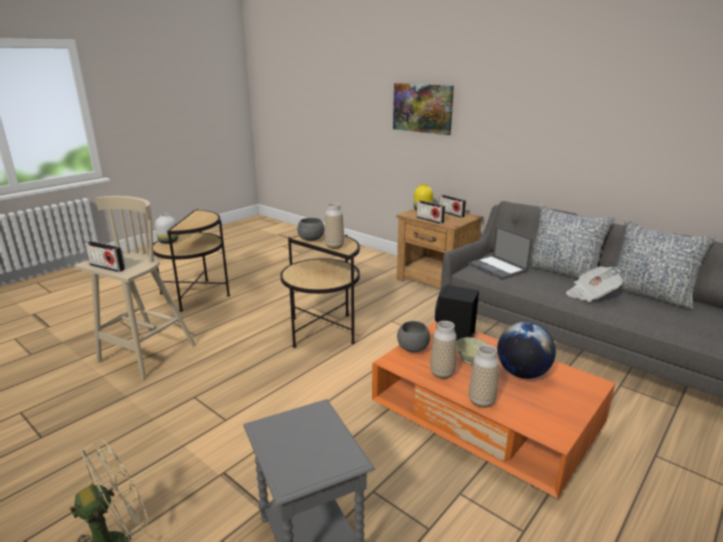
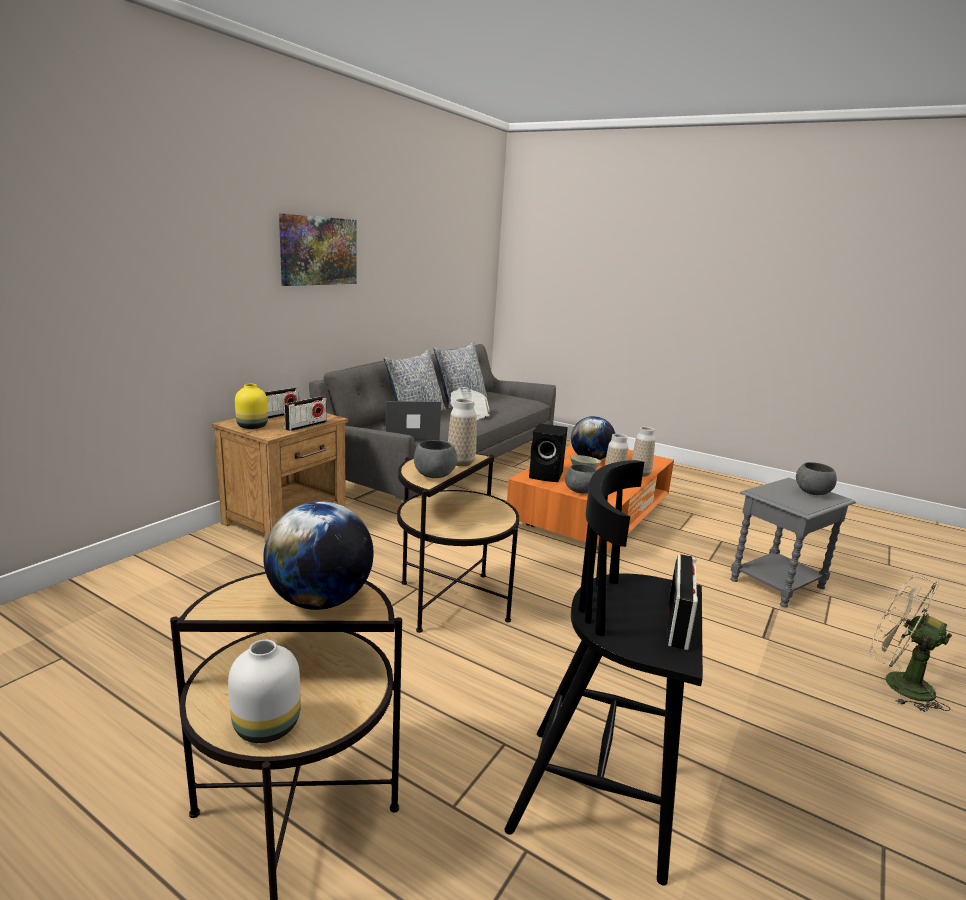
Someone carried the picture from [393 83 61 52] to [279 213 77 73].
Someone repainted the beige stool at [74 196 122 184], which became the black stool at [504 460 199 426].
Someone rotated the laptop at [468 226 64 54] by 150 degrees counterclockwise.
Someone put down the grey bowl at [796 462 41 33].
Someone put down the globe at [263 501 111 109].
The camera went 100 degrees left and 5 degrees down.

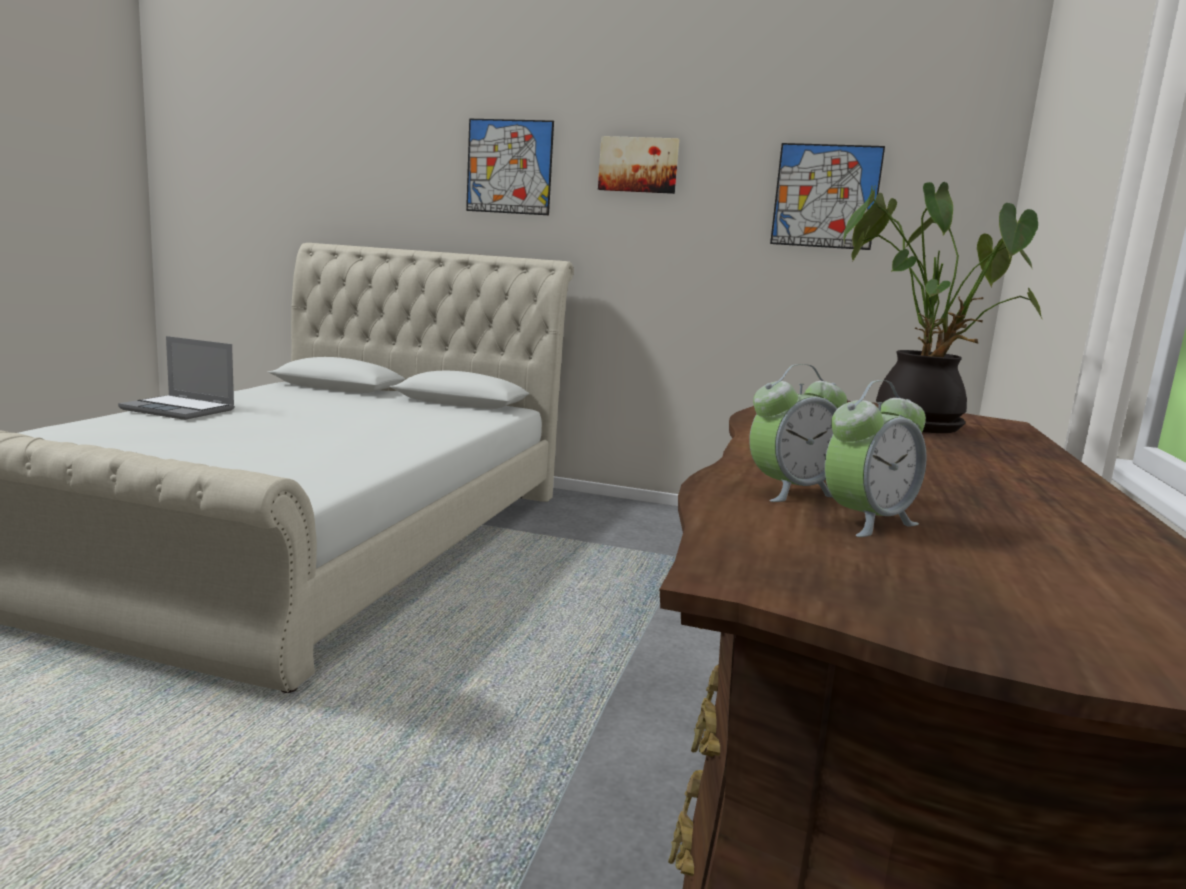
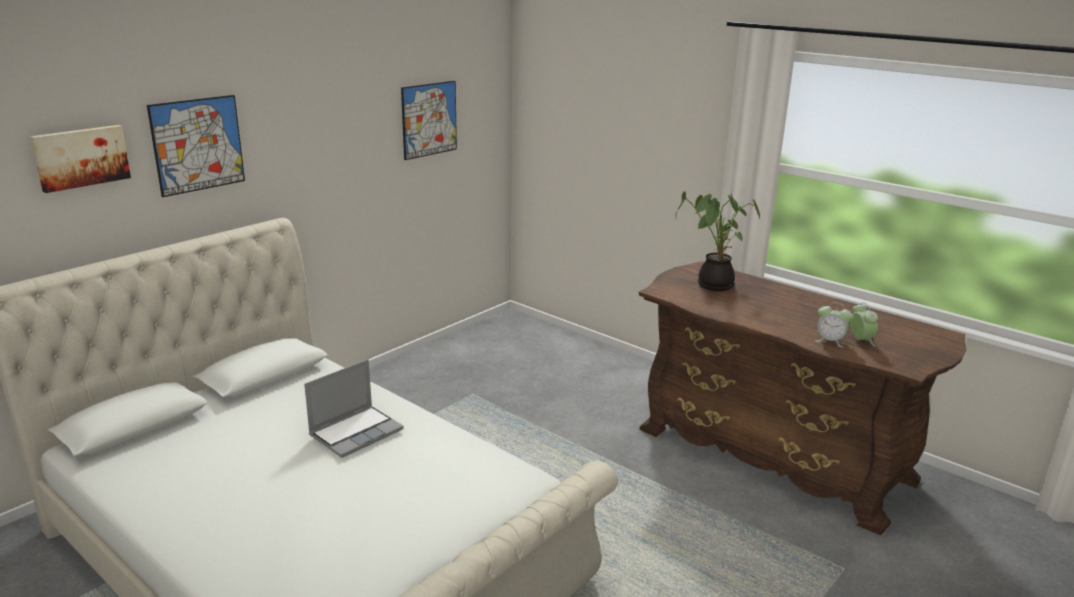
Someone carried the picture from [598 136 81 58] to [30 125 101 68].
Someone carried the laptop from [118 336 117 84] to [304 359 100 99].
Someone rotated the alarm clock at [749 364 98 138] by 120 degrees clockwise.
The camera went 65 degrees left and 10 degrees up.

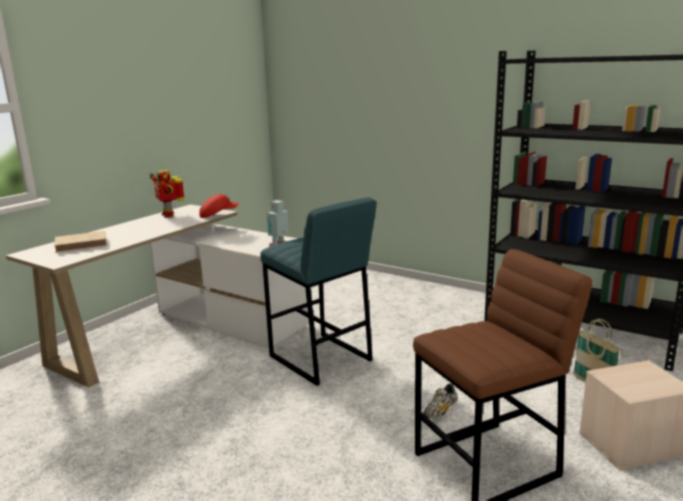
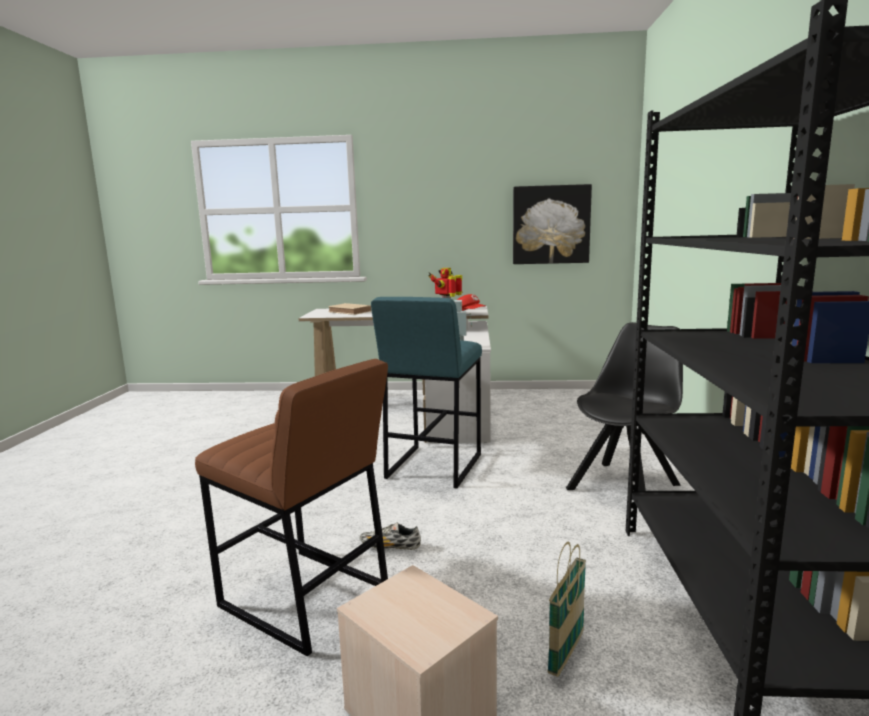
Someone put up the picture at [513 184 79 80].
Someone put down the black chair at [566 322 117 190].
The camera went 60 degrees right and 5 degrees down.

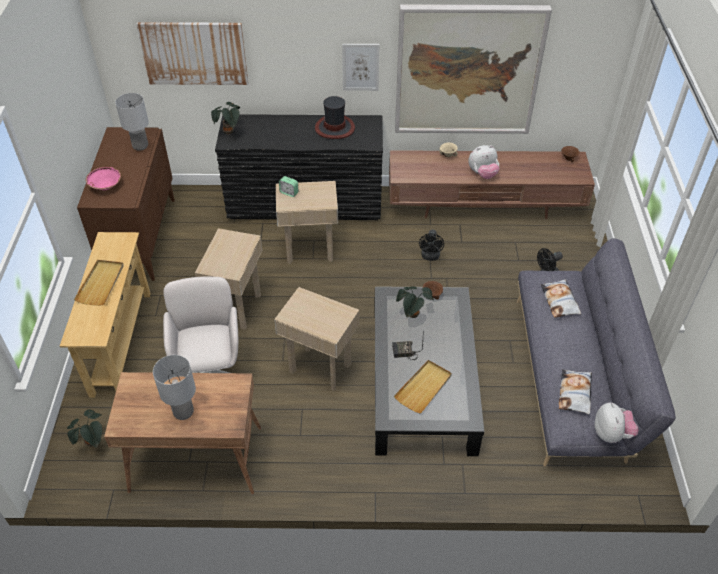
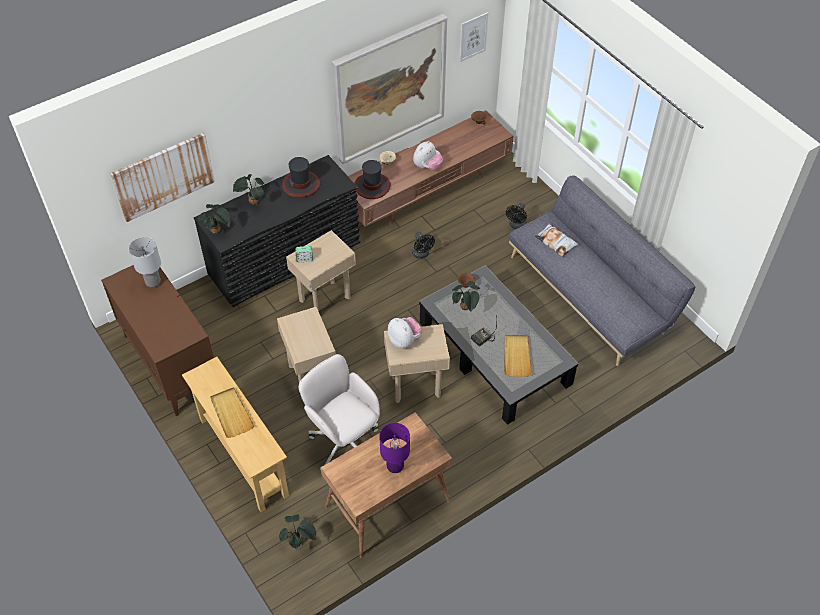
Someone carried the picture from [342 44 37 47] to [460 12 28 50].
Someone took away the pink bowl at [86 167 35 23].
Someone repainted the grey table lamp at [153 355 43 65], which became the purple table lamp at [379 423 31 50].
Someone took away the pillow at [559 369 33 45].
Someone carried the plush toy from [595 403 43 40] to [388 317 34 31].
Someone put down the hat at [354 160 37 39].
Someone put down the potted plant at [233 174 32 31].
The camera went 35 degrees left and 5 degrees up.

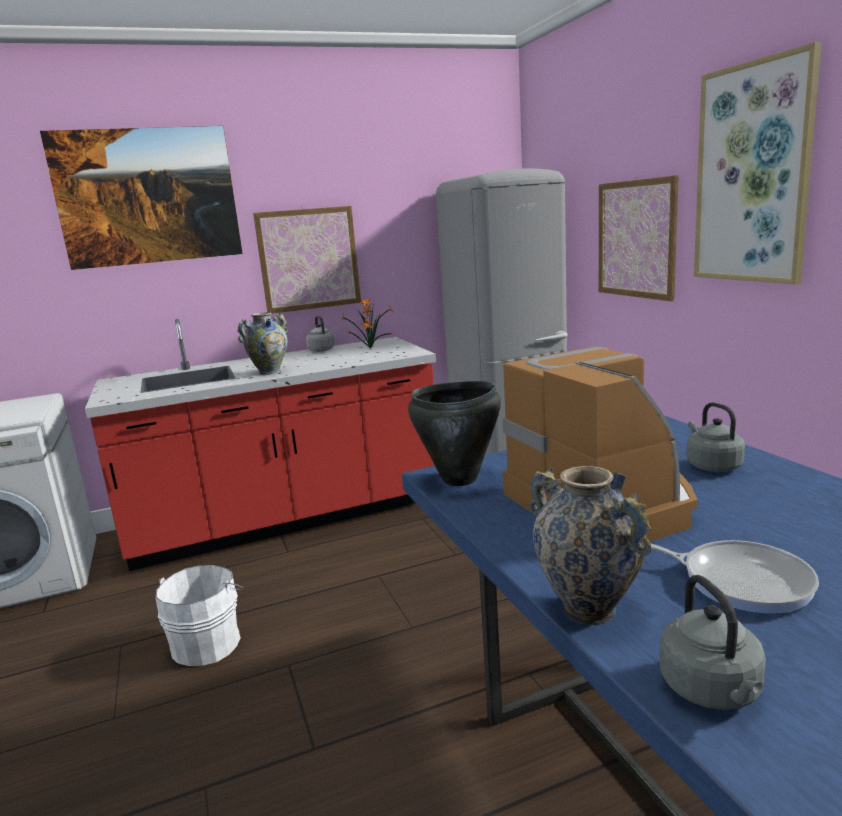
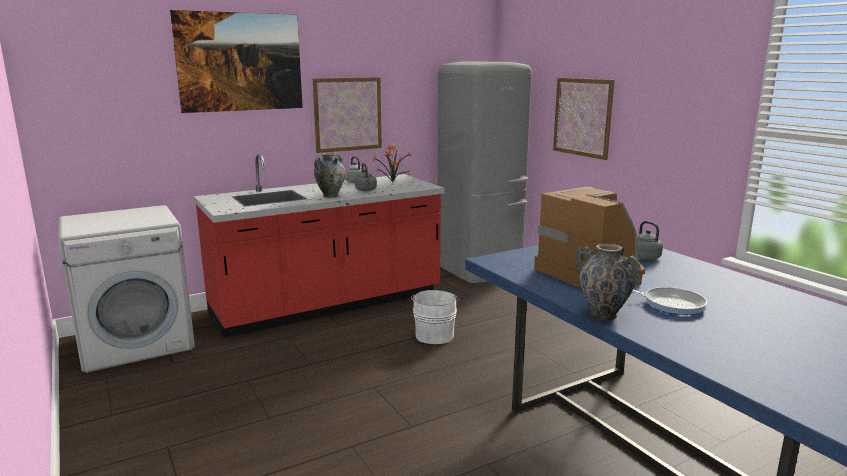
Someone took away the picture at [694 42 127 242].
Someone took away the black cooking pot at [408 381 93 105].
Someone carried the white bucket from [155 565 89 101] to [411 290 48 54].
Someone carried the grey kettle from [660 575 106 135] to [355 163 22 28].
The camera went 10 degrees left and 0 degrees up.

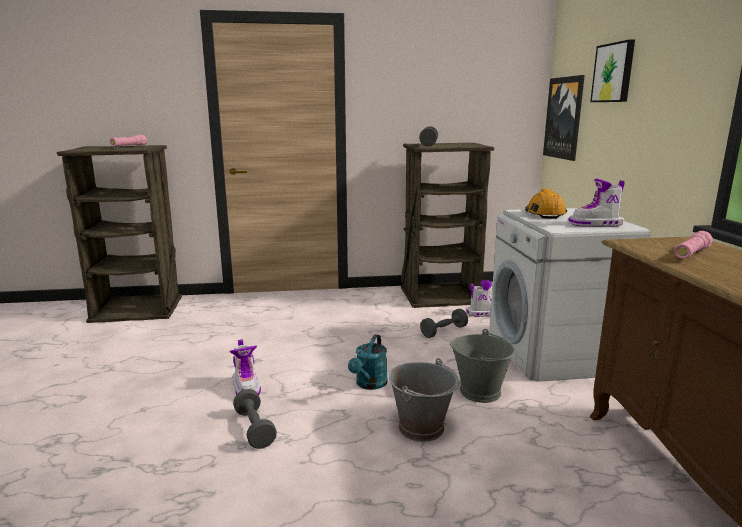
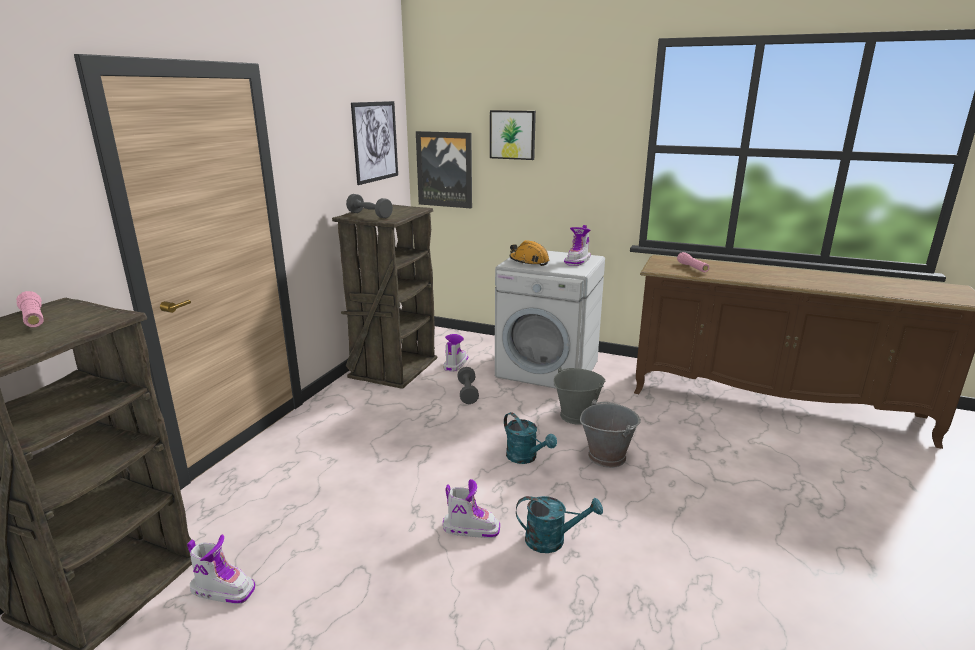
Someone swapped the grey dumbbell at [233 389 44 60] for the turquoise watering can at [516 496 87 57].
Someone put up the picture at [351 101 47 84].
Someone put down the boot at [187 534 68 70].
The camera went 60 degrees left and 5 degrees up.

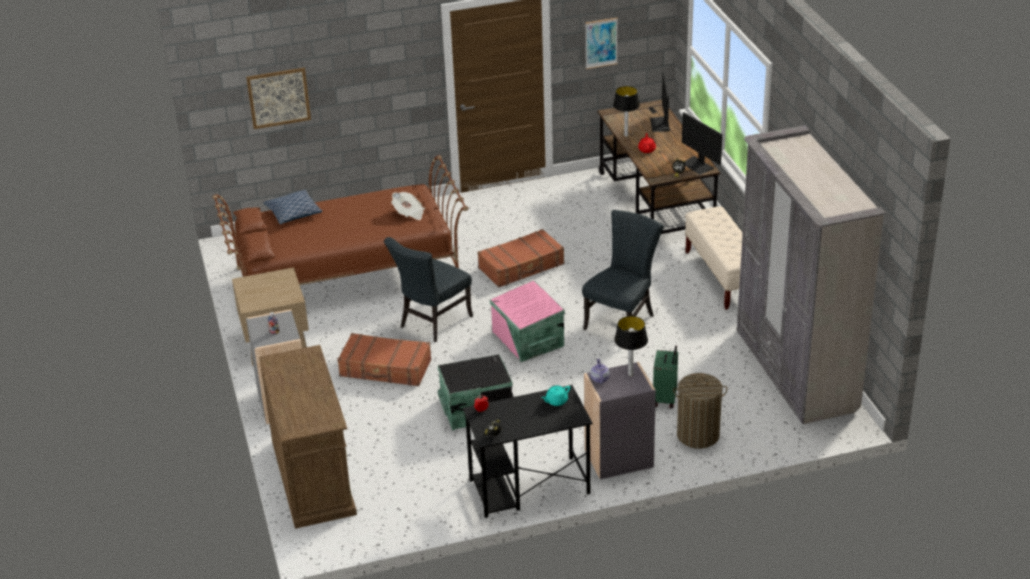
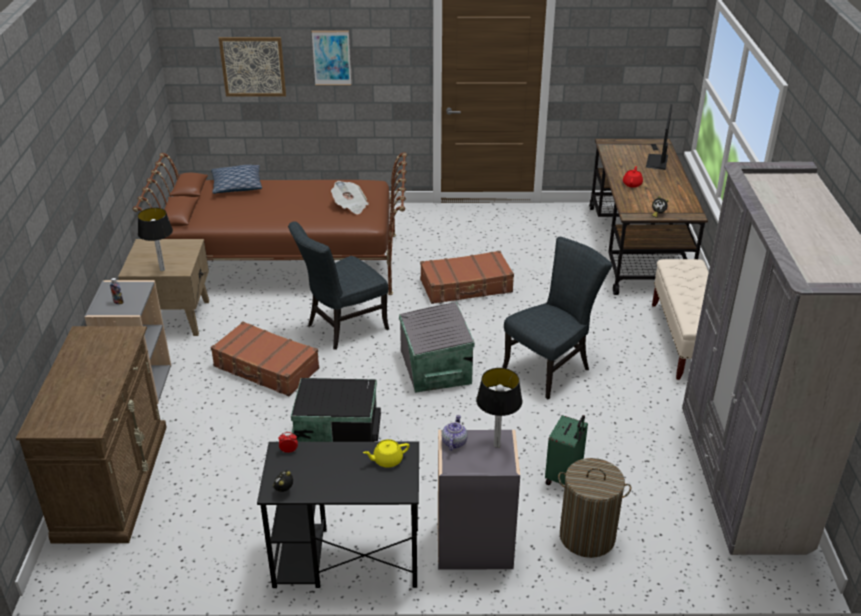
Someone carried the picture from [585 18 33 51] to [311 31 40 54].
Someone carried the table lamp from [613 86 27 51] to [138 208 35 63].
Someone took away the monitor at [682 112 40 63].
Someone repainted the pink storage box at [490 281 75 81], which became the grey storage box at [399 302 76 91].
Someone repainted the turquoise teapot at [541 385 29 21], which became the yellow teapot at [363 439 46 29].
The camera went 15 degrees right and 0 degrees up.

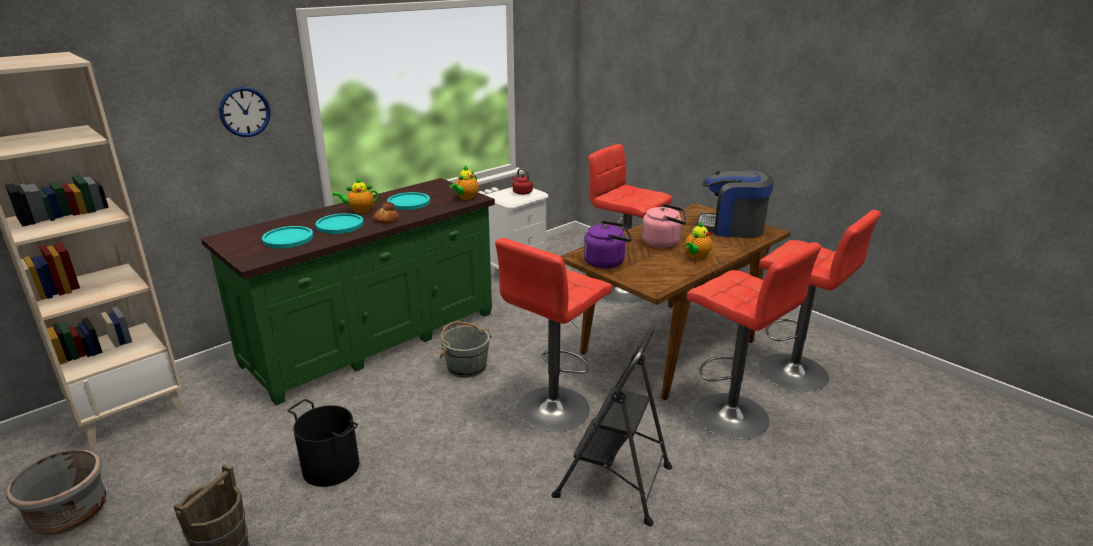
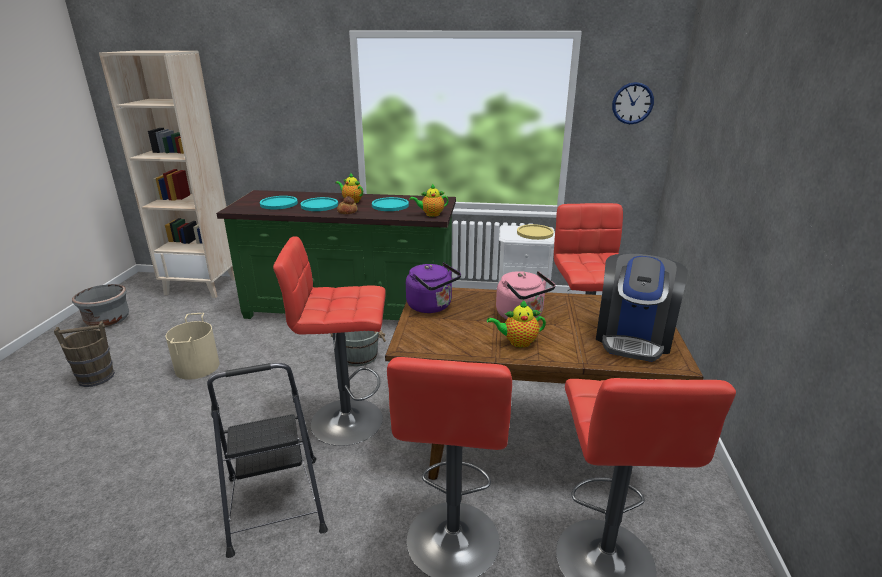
Someone carried the wall clock from [219 87 51 50] to [612 82 42 42].
Someone swapped the red kettle at [512 168 21 27] for the yellow plate at [517 224 37 16].
Someone rotated the coffee machine at [697 170 77 68] by 135 degrees counterclockwise.
Someone repainted the black bucket at [287 399 72 88], which became the beige bucket at [166 313 53 67].
The camera went 50 degrees right and 0 degrees up.

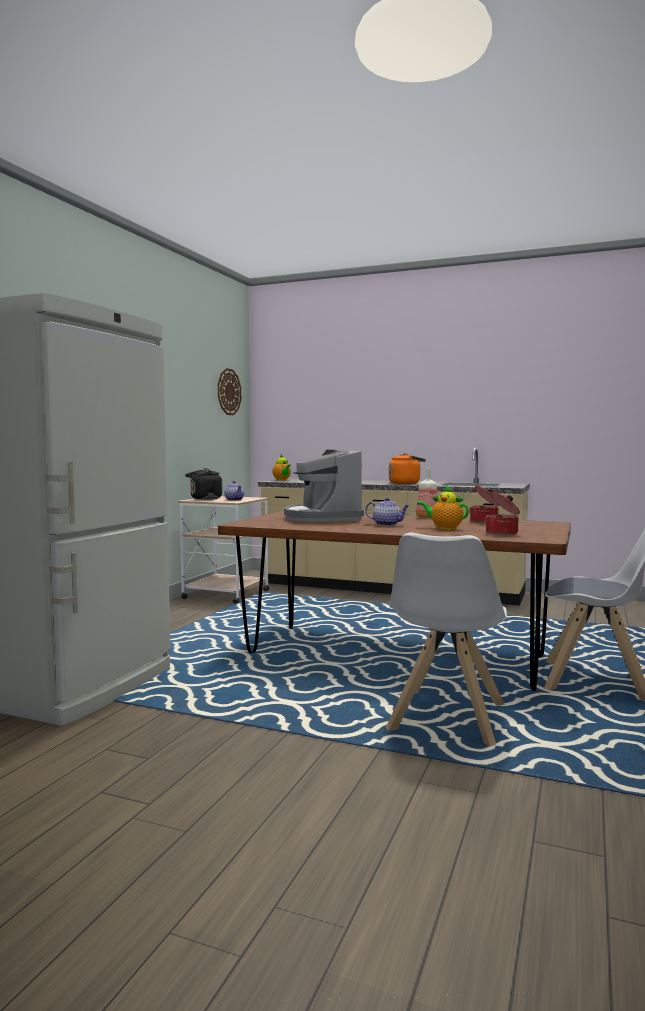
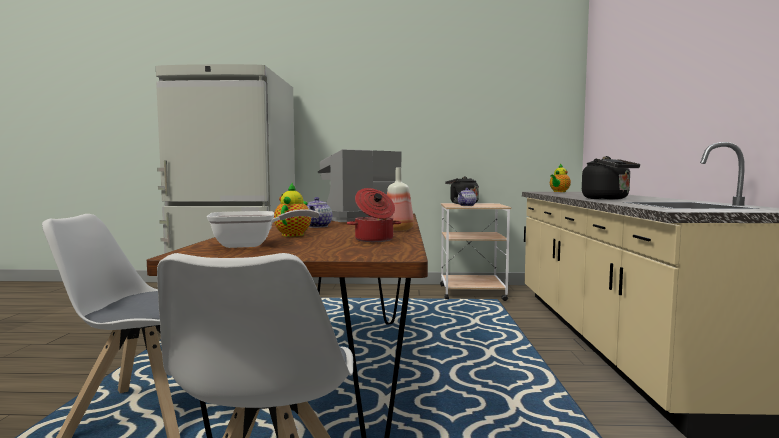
Someone took away the wall clock at [218 368 23 47].
Someone repainted the orange kettle at [389 453 37 31], which became the black kettle at [582 156 58 44].
Someone swapped the cooking pot at [485 492 35 43] for the frying pan at [207 209 113 39].
The camera went 70 degrees right and 0 degrees up.

